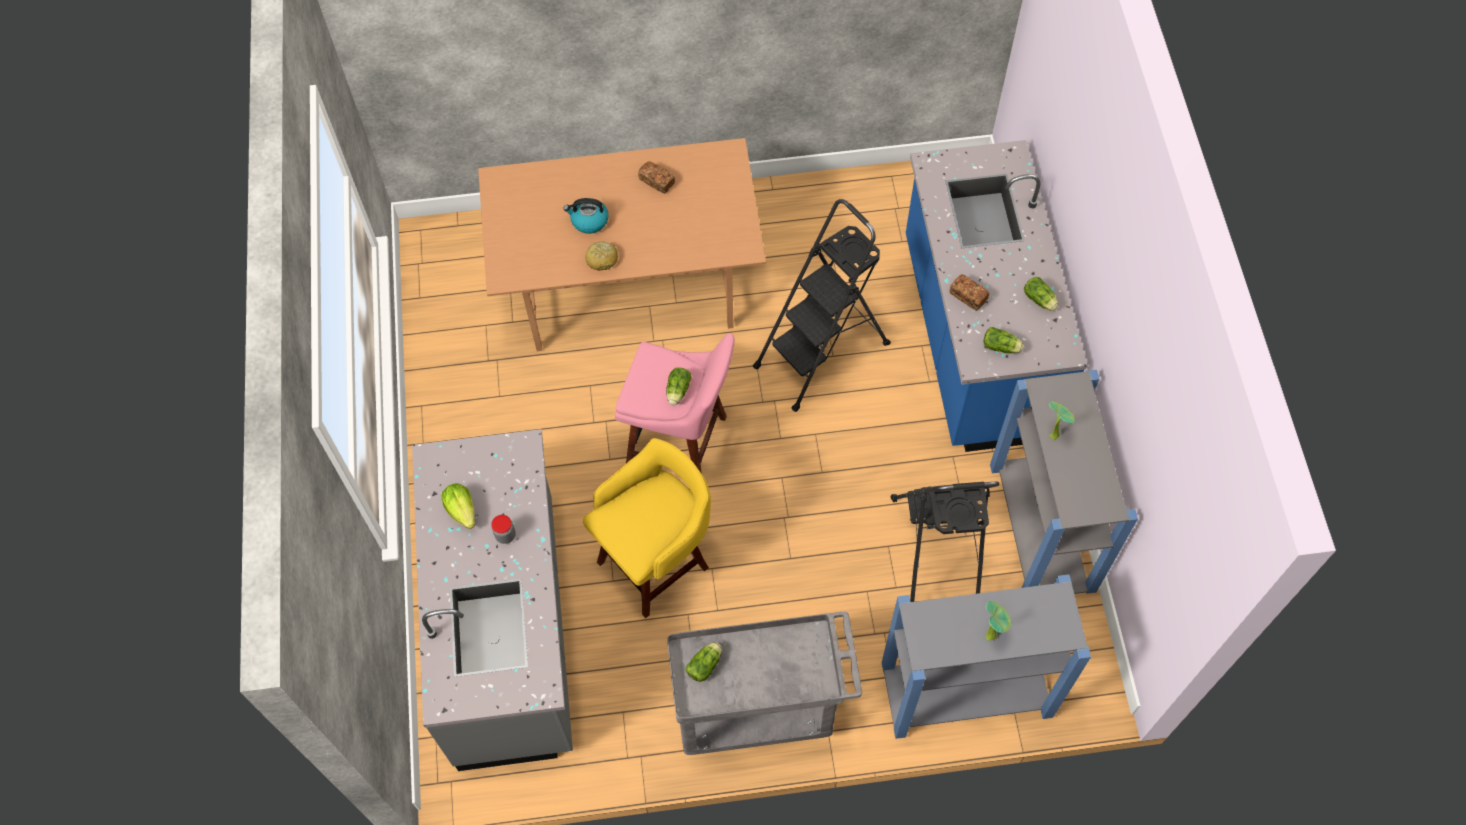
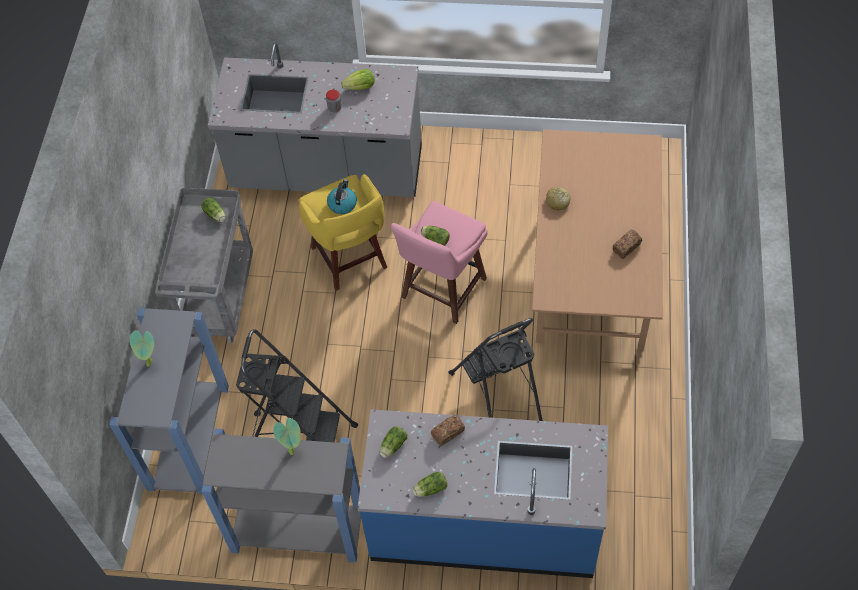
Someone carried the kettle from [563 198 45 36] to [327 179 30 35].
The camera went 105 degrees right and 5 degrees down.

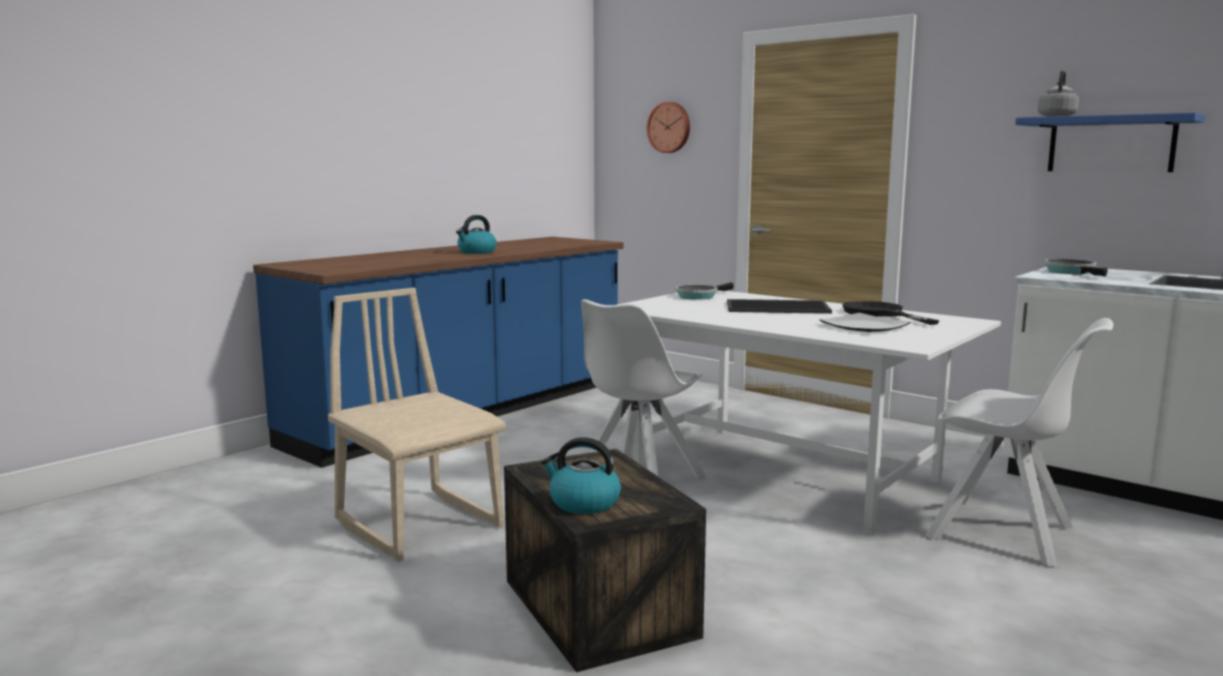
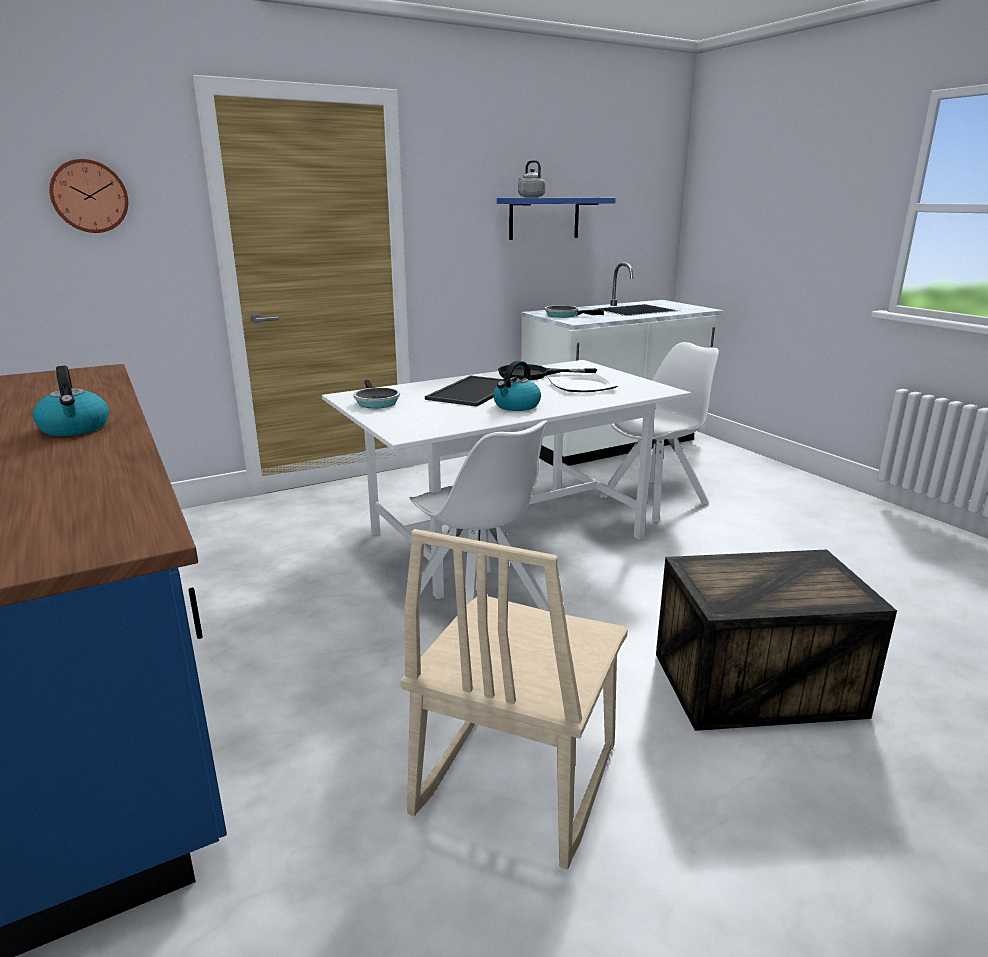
Someone rotated the beige chair at [328 288 178 273] by 45 degrees counterclockwise.
Someone carried the kettle from [541 437 80 77] to [493 361 48 50].
The camera went 70 degrees left and 10 degrees up.

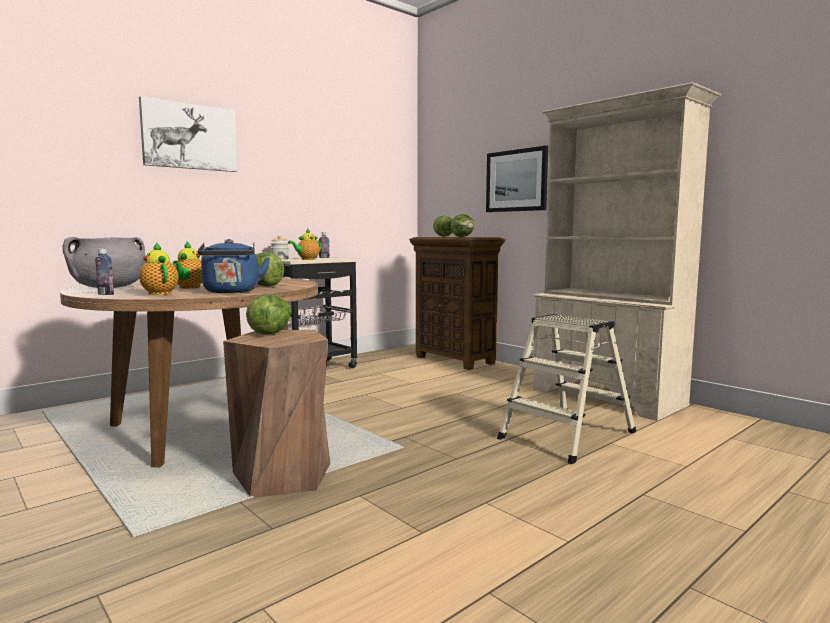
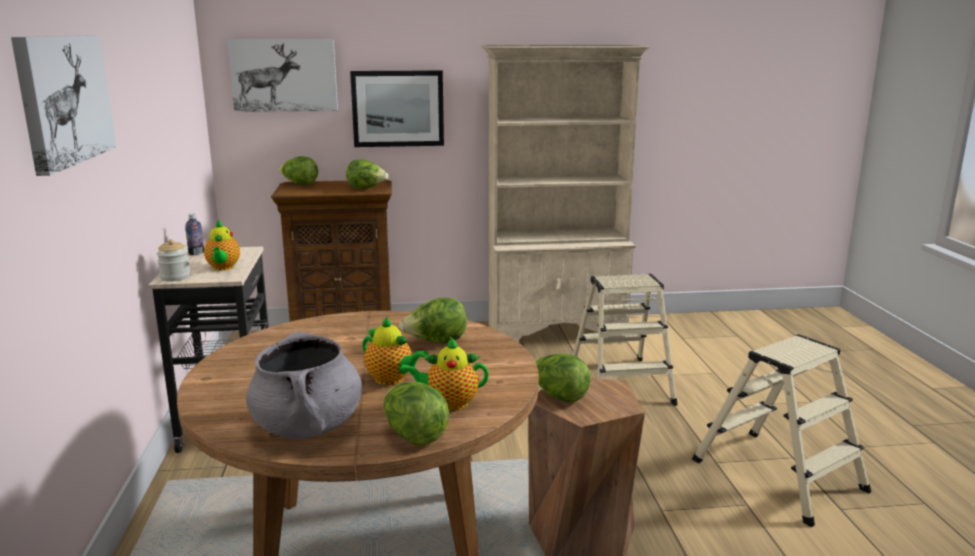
Someone took away the blue kettle at [198 239 72 54].
Someone swapped the bottle at [95 249 19 46] for the lettuce at [384 382 65 64].
Someone put up the picture at [227 39 111 73].
Someone put down the beige step ladder at [692 334 179 193].
The camera went 55 degrees left and 10 degrees up.

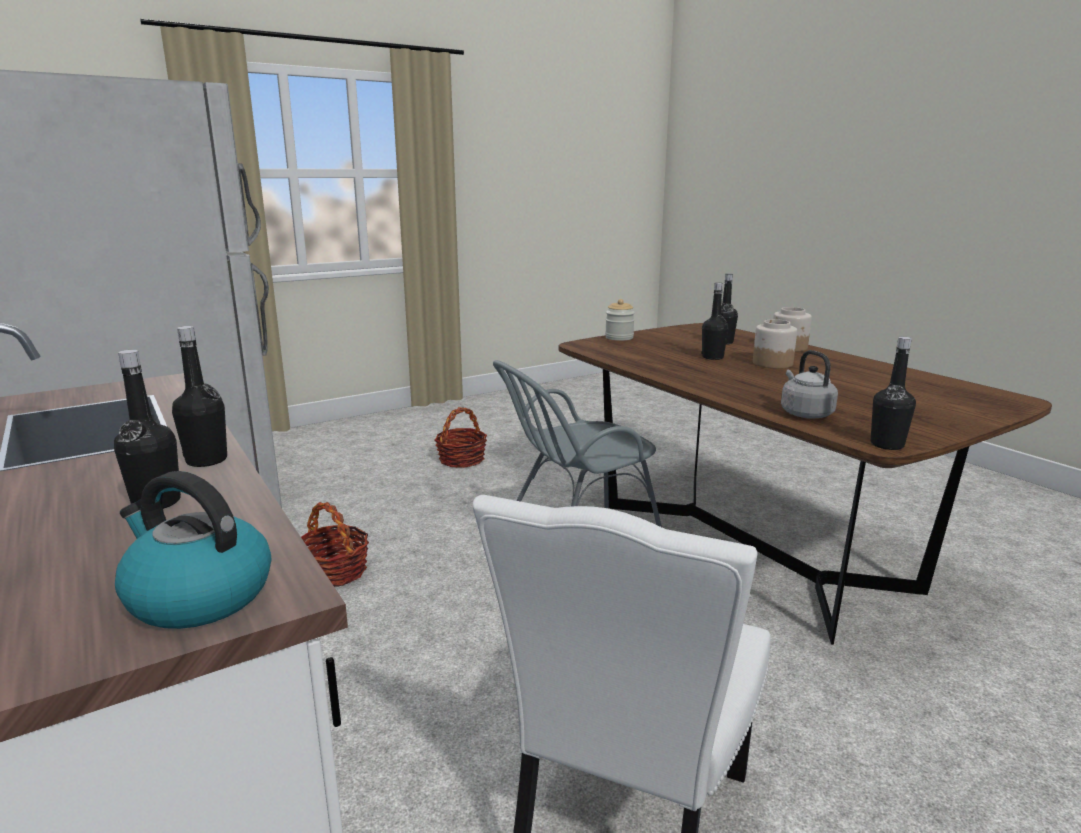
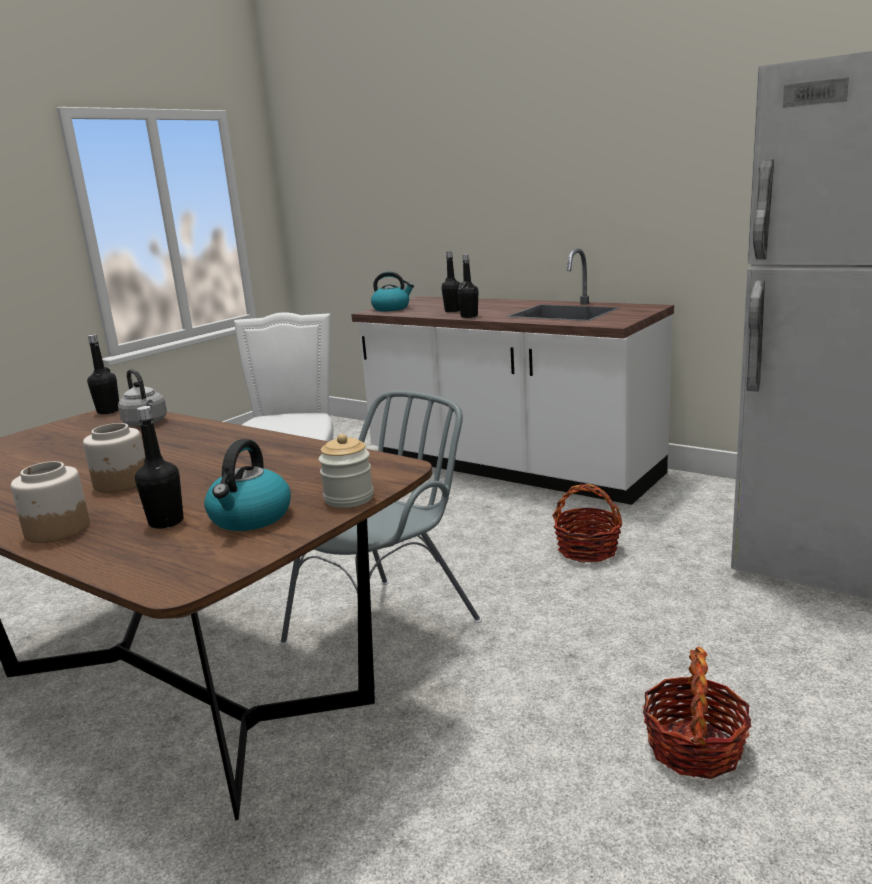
Someone took away the black bottle at [701 283 28 77].
Someone put down the kettle at [204 439 87 92].
The camera went 160 degrees right and 0 degrees up.

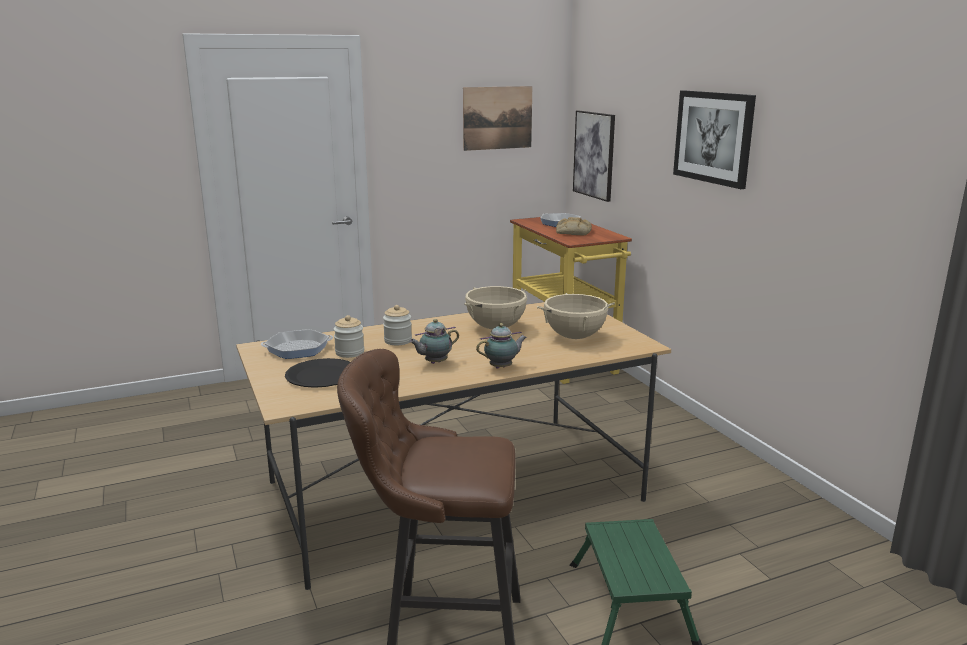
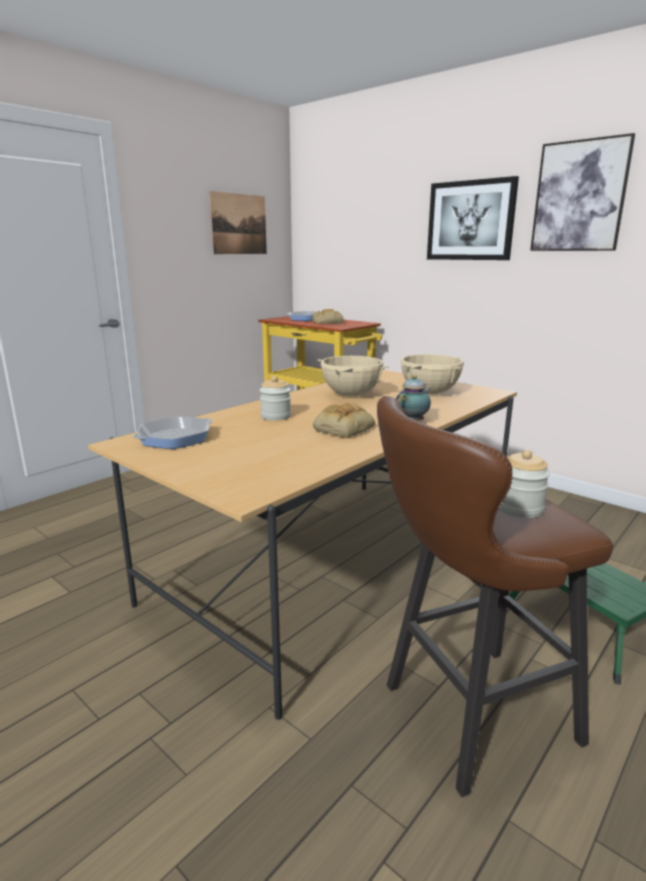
Someone carried the picture from [573 111 42 91] to [530 133 105 118].
Someone carried the jar from [334 315 30 43] to [499 450 51 68].
Someone swapped the teapot at [409 319 50 45] for the bread at [313 403 62 35].
Someone took away the black plate at [285 358 65 30].
The camera went 25 degrees left and 0 degrees up.

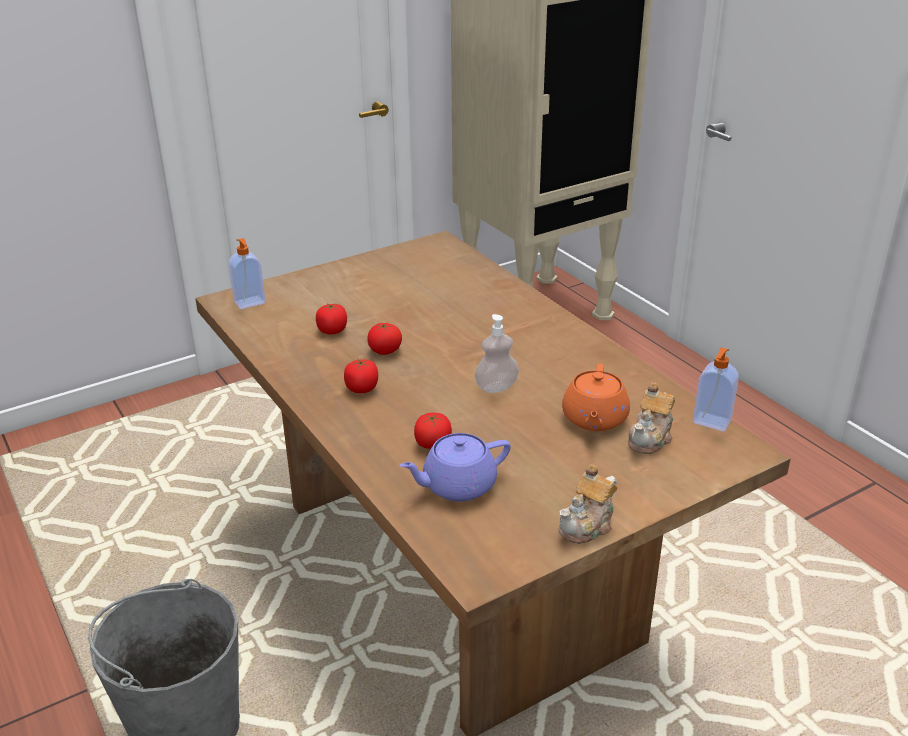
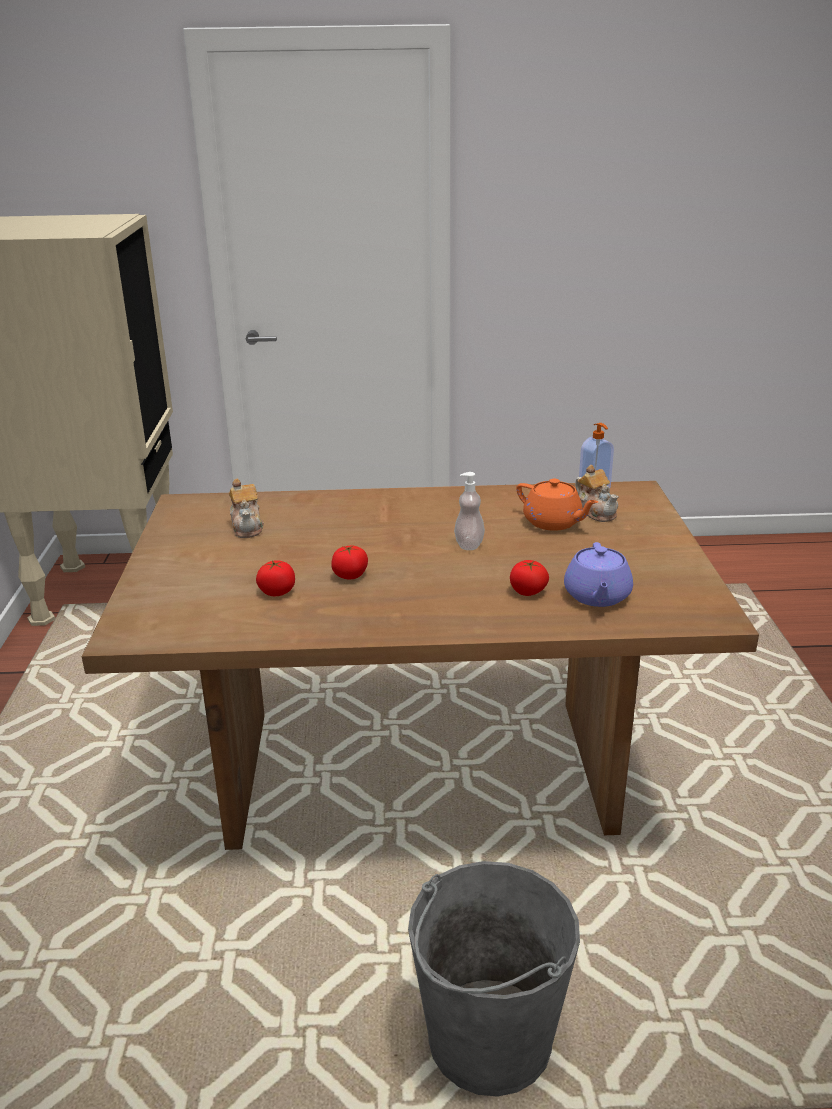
Someone took away the soap dispenser at [228 238 38 71].
Someone took away the tomato at [344 359 34 34].
Someone carried the teapot from [559 464 59 80] to [229 479 35 59].
The camera went 60 degrees left and 5 degrees down.

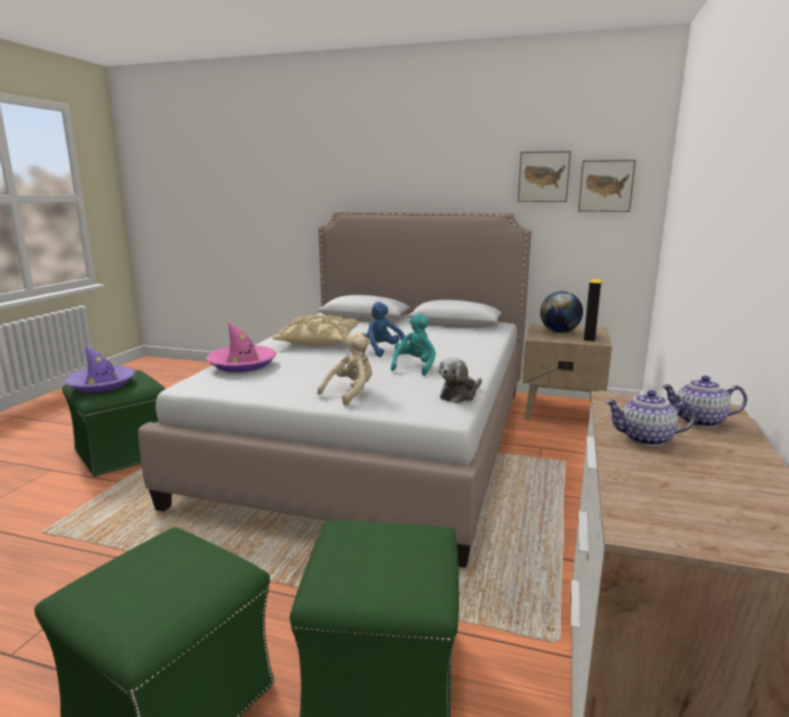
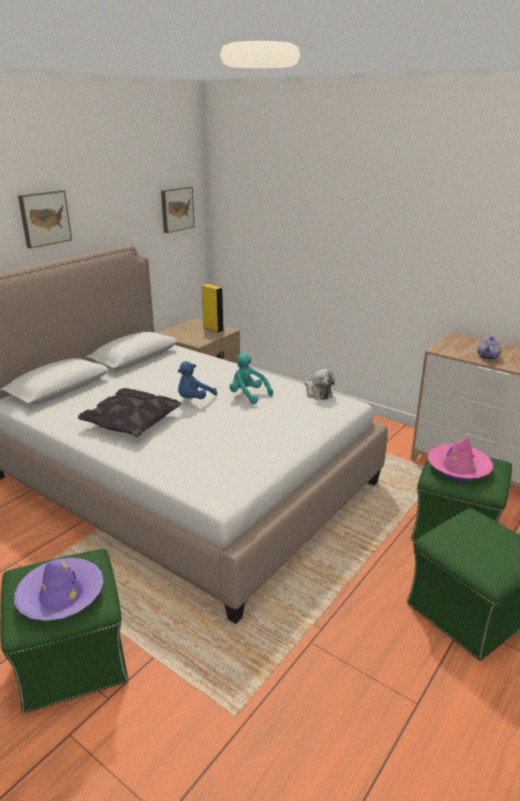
Someone carried the picture from [518 151 53 51] to [18 190 54 58].
Someone took away the globe at [540 291 43 42].
Someone rotated the blue plush toy at [362 302 43 55] by 45 degrees counterclockwise.
Someone repainted the beige pillow at [272 314 87 32], which became the black pillow at [77 388 104 49].
Someone carried the pink hat from [206 322 70 50] to [428 438 65 43].
Someone took away the beige plush toy at [317 332 55 74].
Someone took away the teapot at [661 376 86 52].
The camera went 70 degrees left and 10 degrees up.

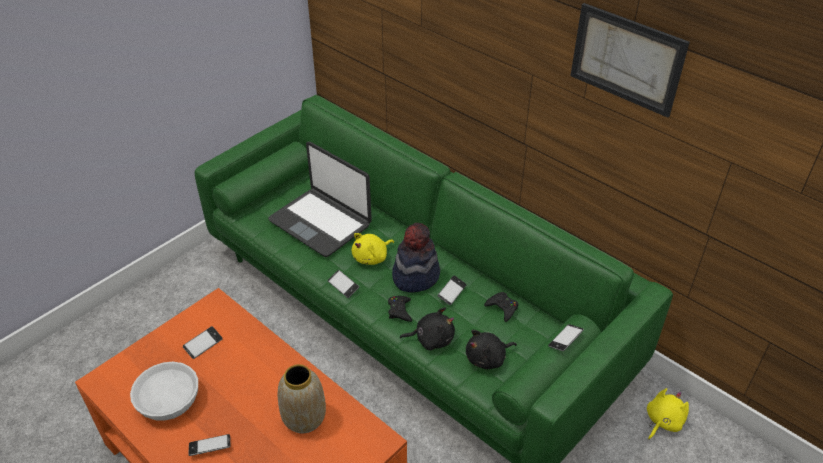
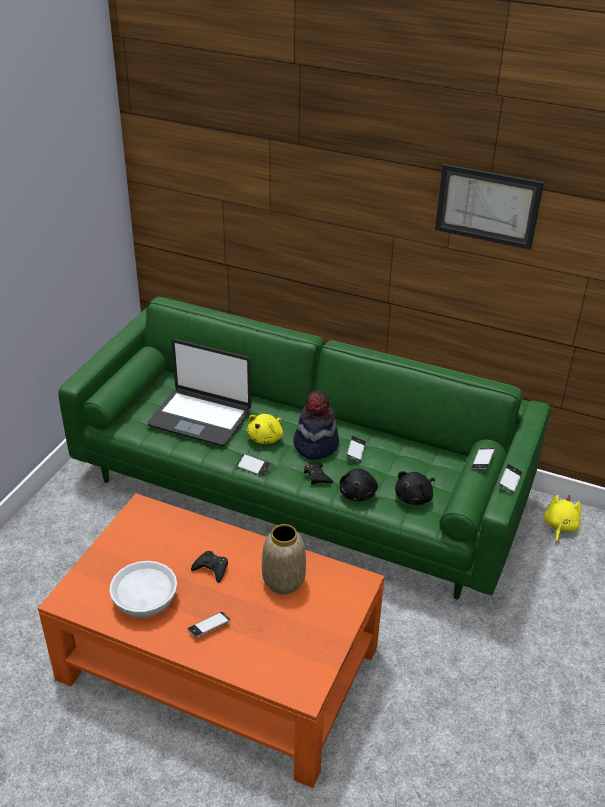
Someone carried the black game controller from [484 292 34 30] to [191 551 37 32].
Someone rotated the black plush toy at [400 307 55 44] by 120 degrees clockwise.
Someone carried the phone from [183 326 40 33] to [498 464 24 30].
The camera went 20 degrees left and 5 degrees down.

